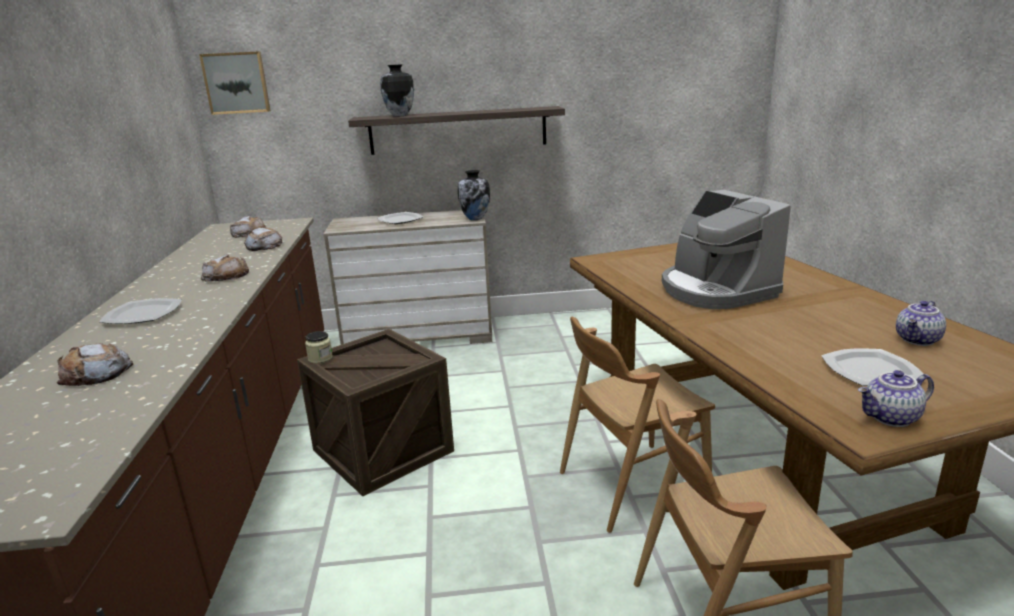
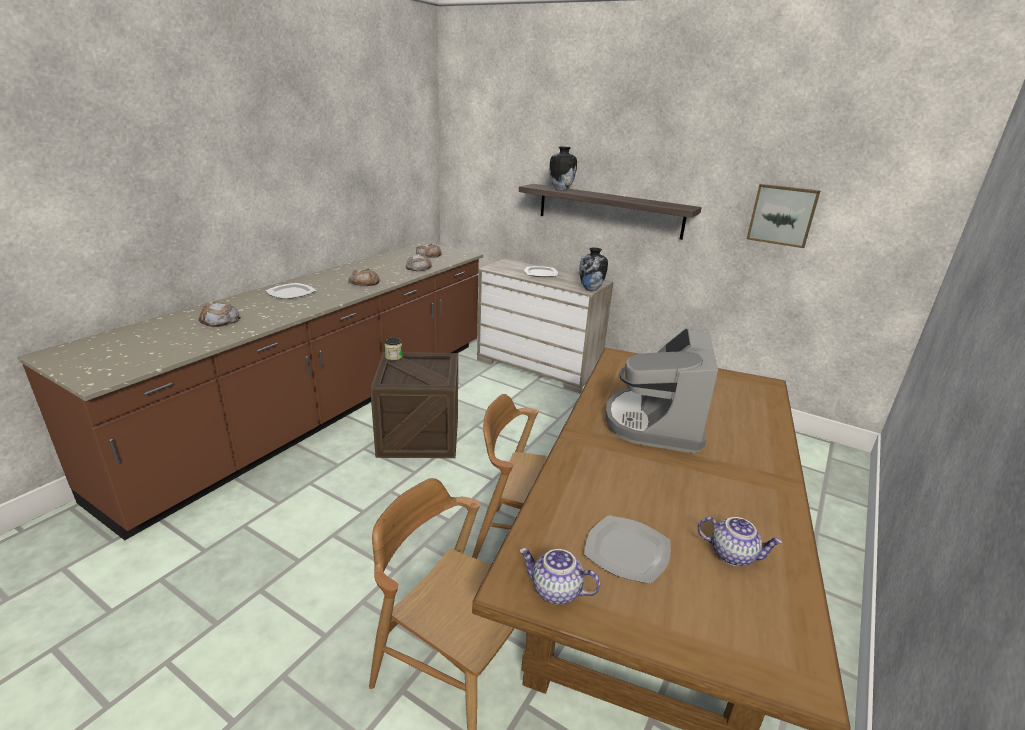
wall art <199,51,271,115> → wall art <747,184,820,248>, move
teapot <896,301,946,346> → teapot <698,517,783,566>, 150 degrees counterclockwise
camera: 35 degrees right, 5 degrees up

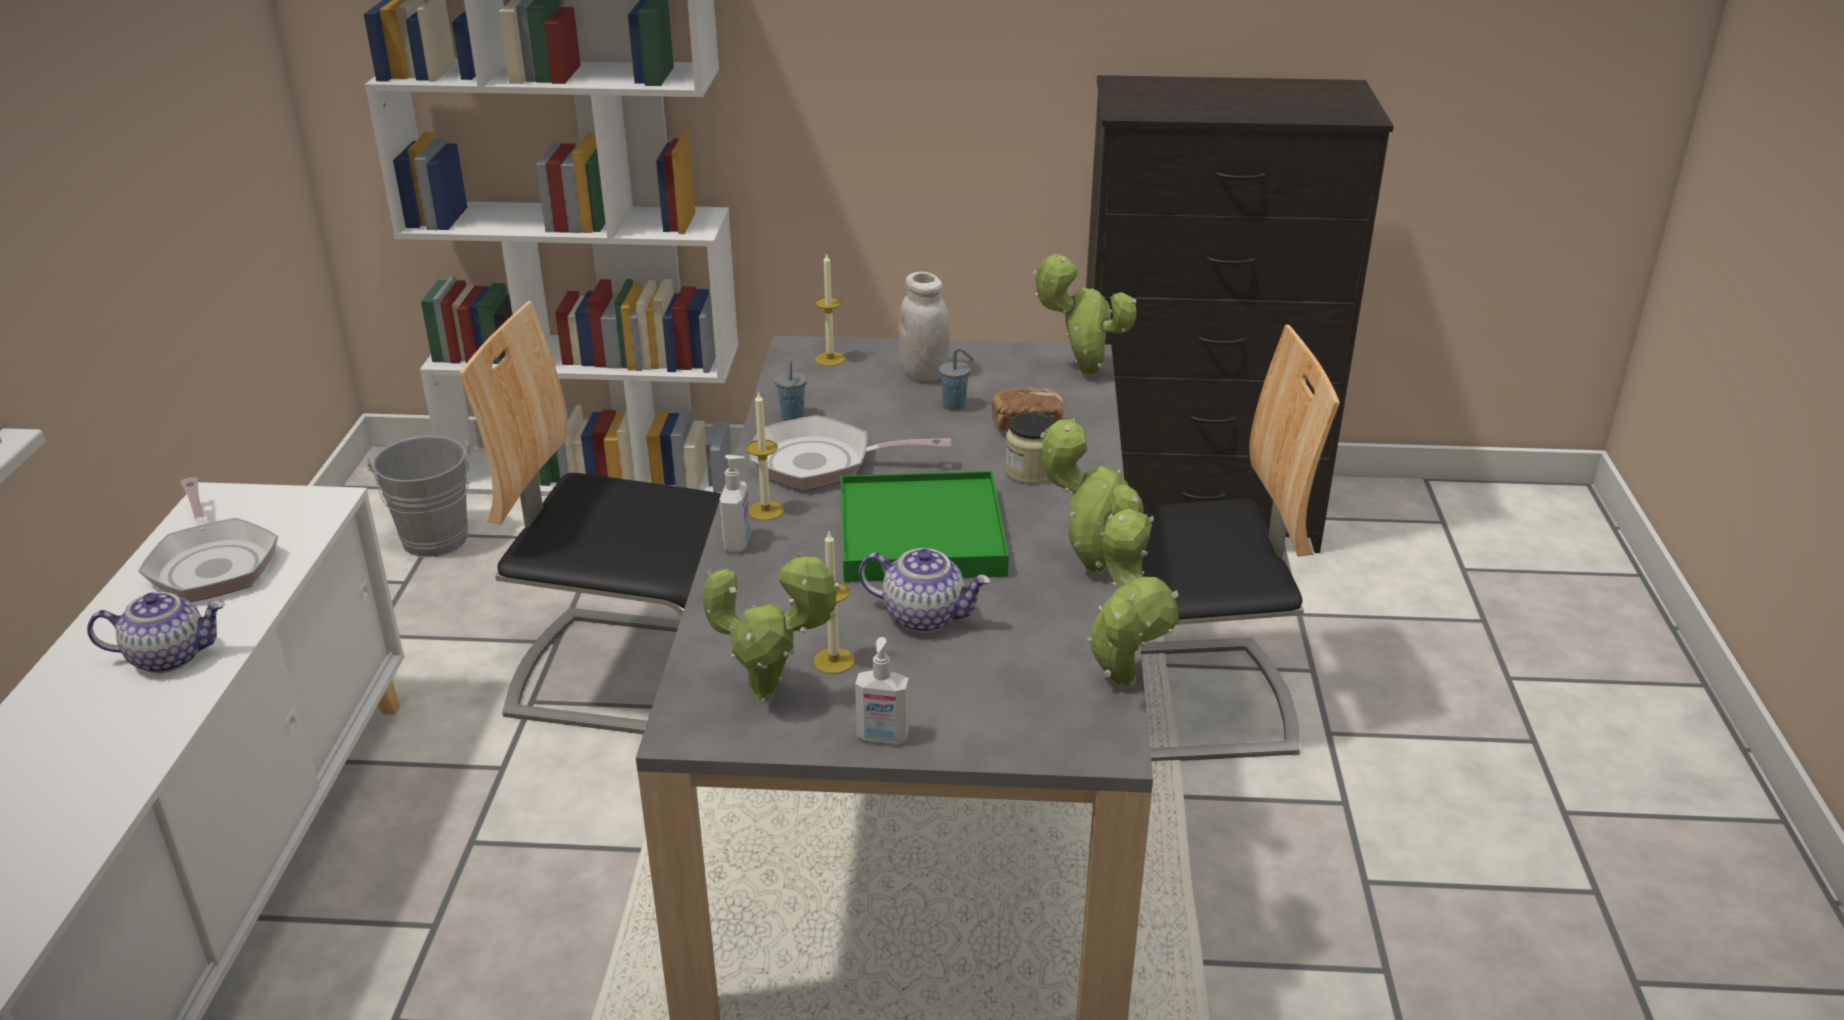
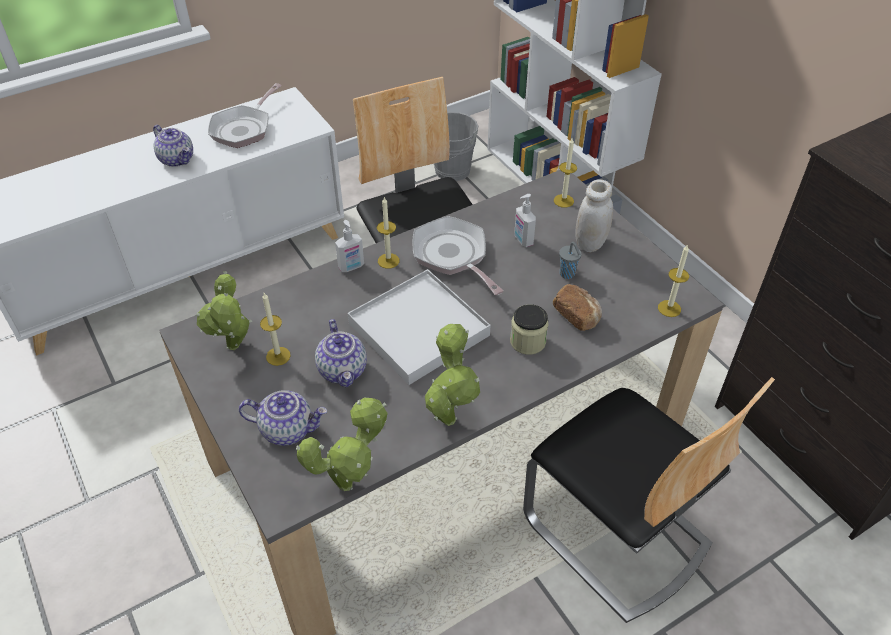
houseplant <1033,254,1137,377> → candle <658,244,689,317>
greyish drinking cup <775,359,807,421> → -
green-coloured serving tray <840,471,1009,582> → white serving tray <348,269,491,385>
soap bottle <855,637,909,744> → soap bottle <514,194,536,247>, move
- → teapot <239,390,328,446>
camera: 55 degrees right, 15 degrees up

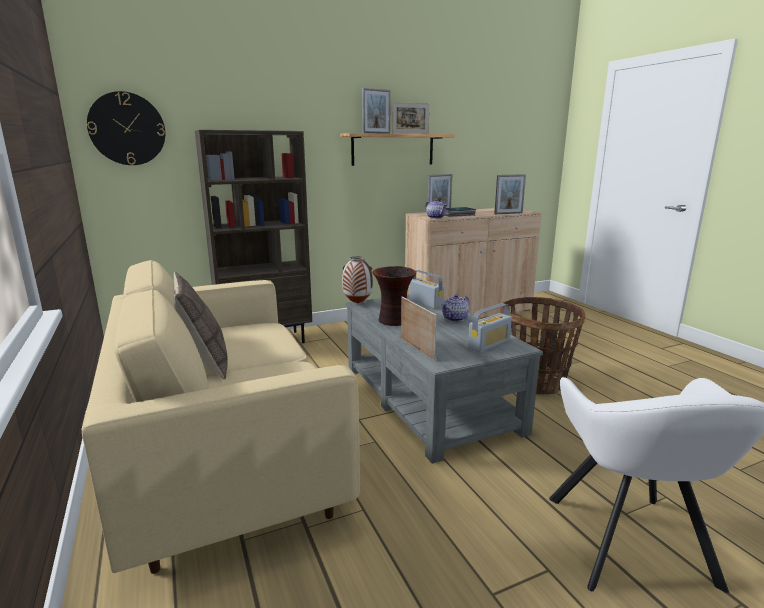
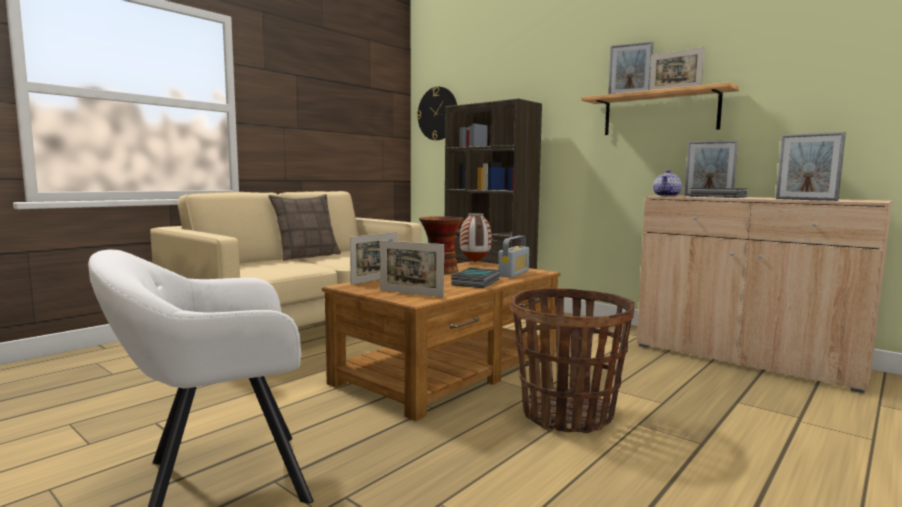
greyish lounge table <346,294,543,464> → brown lounge table <322,261,561,421>
teapot <442,294,469,322> → bound book <451,268,500,288>
radio <468,303,512,353> → standing frame <380,240,444,297>
camera: 65 degrees right, 10 degrees down

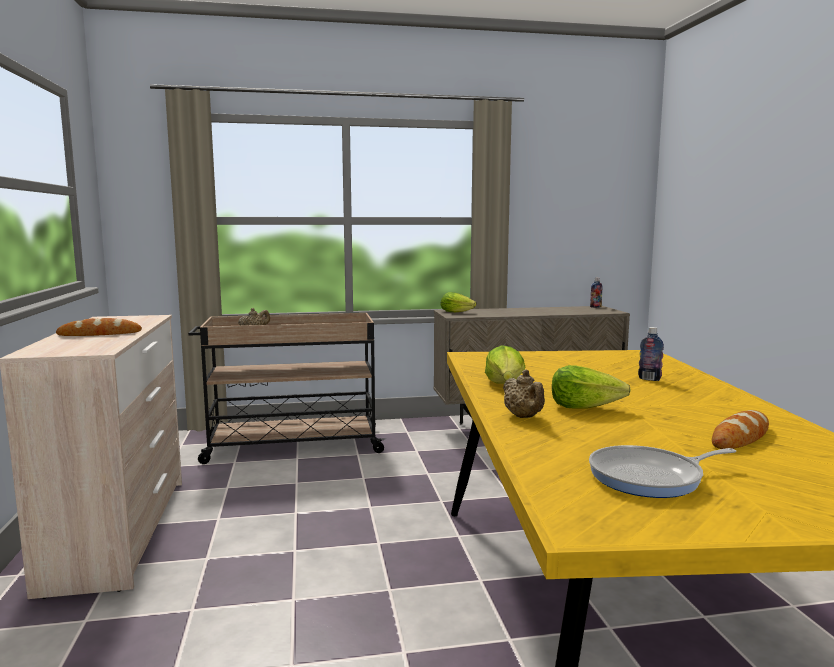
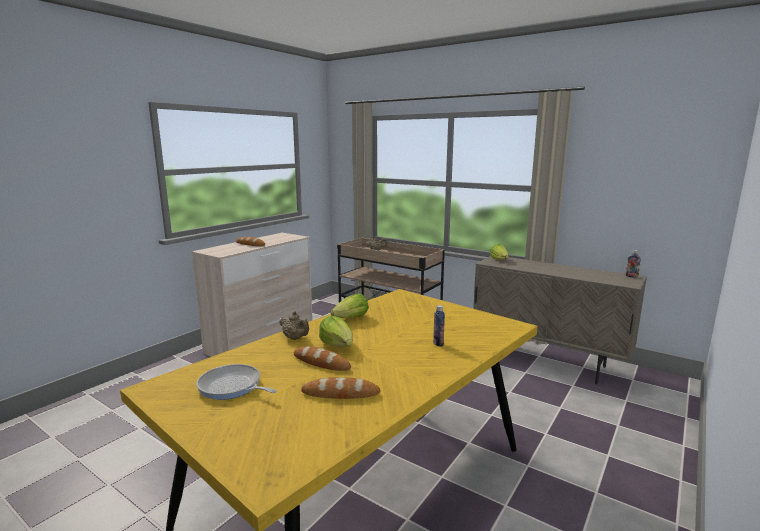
beige teapot <503,370,545,418> → beige teapot <279,311,309,340>, 75 degrees counterclockwise
- → bread <294,346,351,371>
camera: 45 degrees right, 5 degrees up

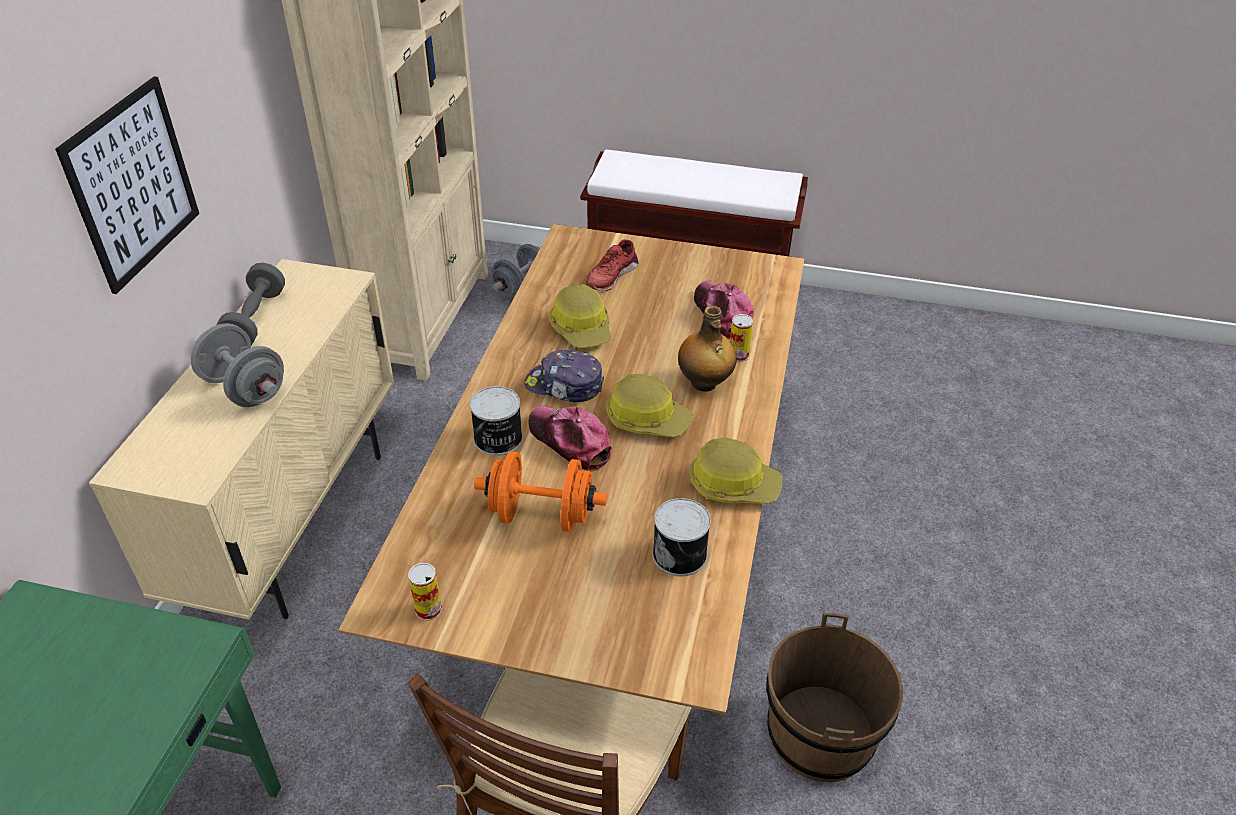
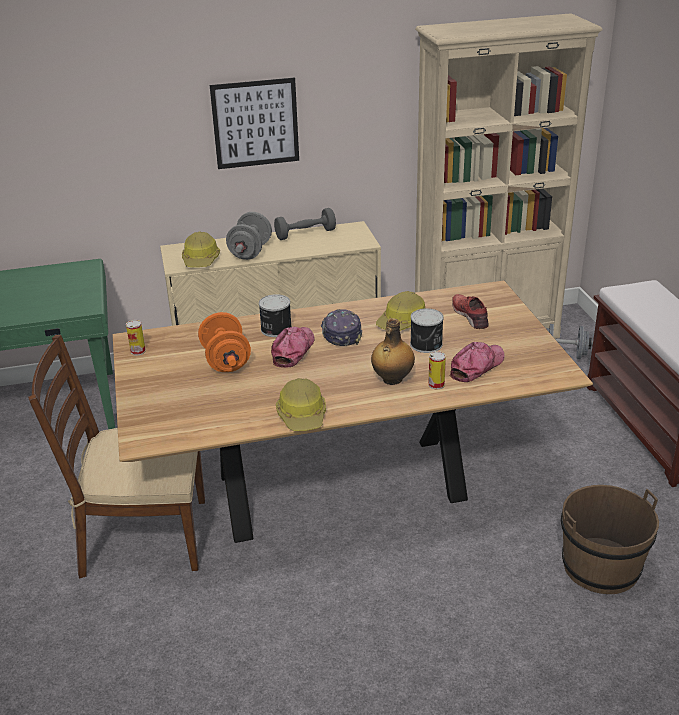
reddish shoe <585,239,638,291> → reddish shoe <452,294,489,329>, 60 degrees clockwise
work helmet <606,374,693,437> → work helmet <182,231,220,267>, move
metal can <653,498,711,577> → metal can <410,308,444,353>, move
brown water bucket <766,613,903,782> → brown water bucket <561,485,659,594>, move
camera: 65 degrees right, 10 degrees down

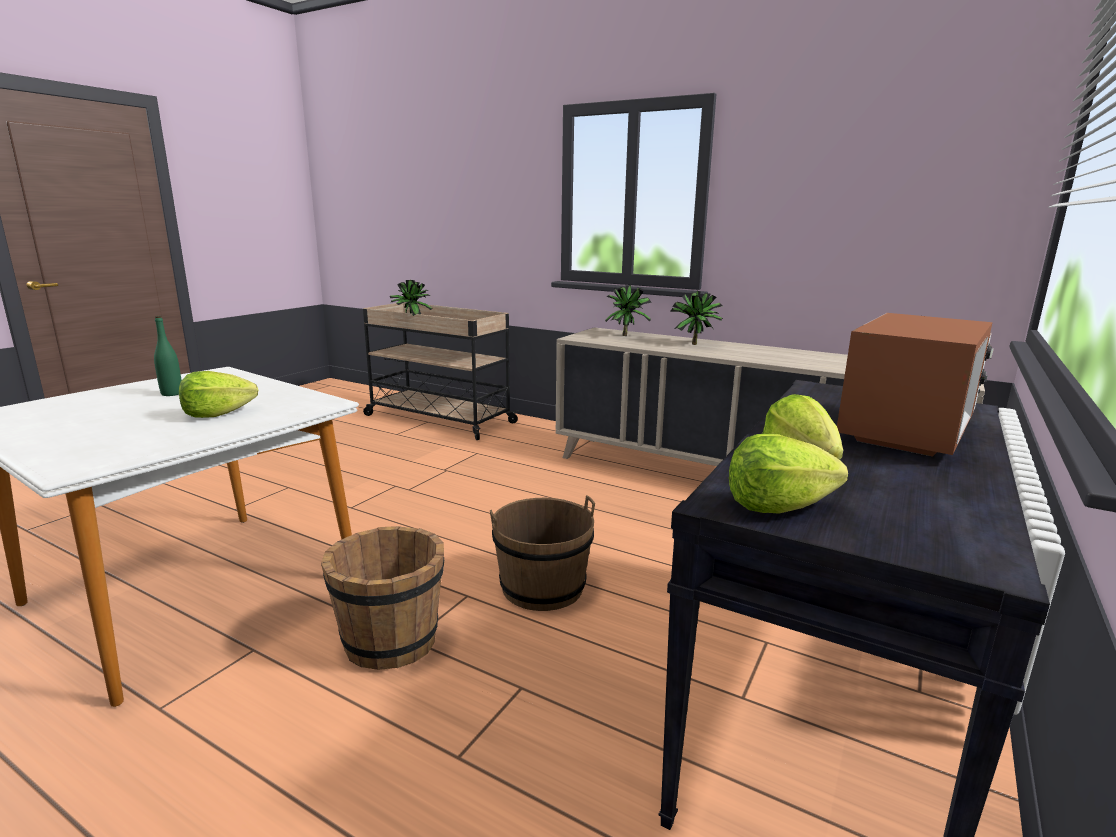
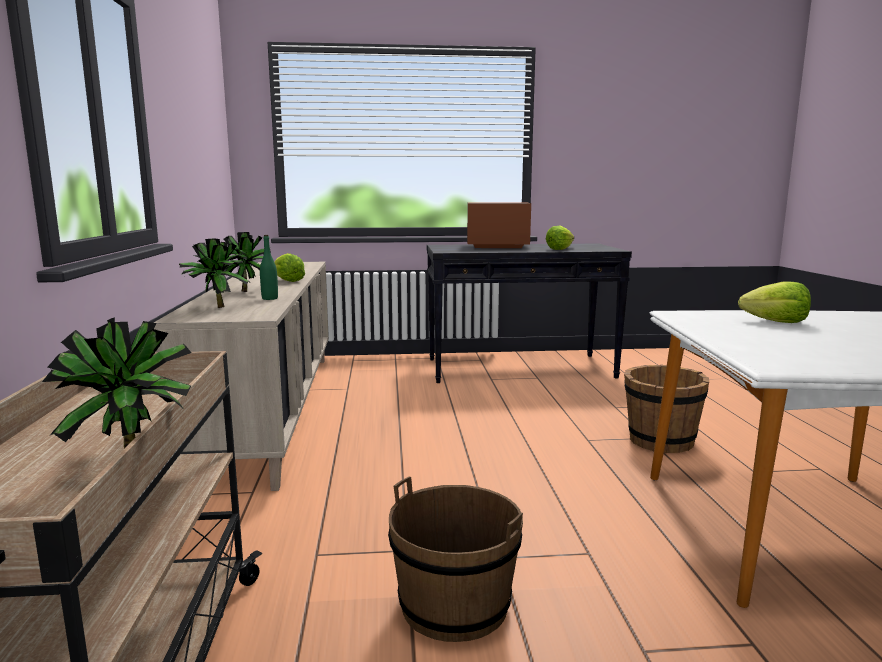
green-coloured drink bottle <154,316,182,396> → green-coloured drink bottle <260,235,278,300>, move
lettuce head <729,434,848,514> → lettuce head <274,253,305,282>, move
brown water bucket <490,495,595,611> → brown water bucket <388,477,523,642>, move
camera: 125 degrees left, 5 degrees down

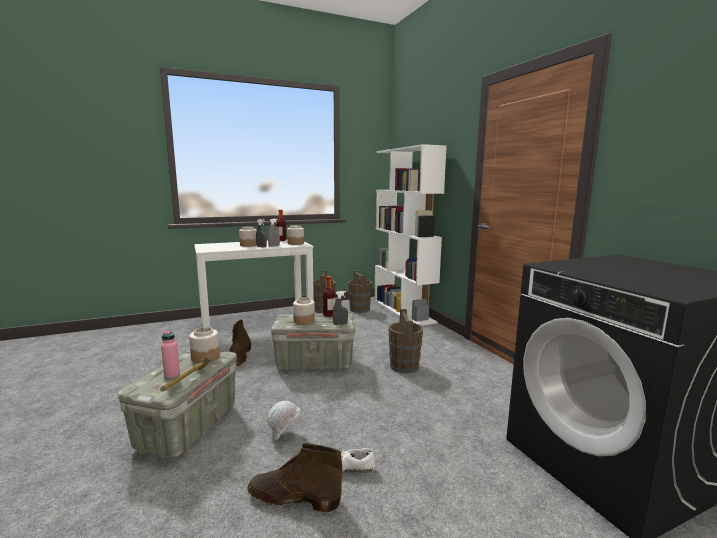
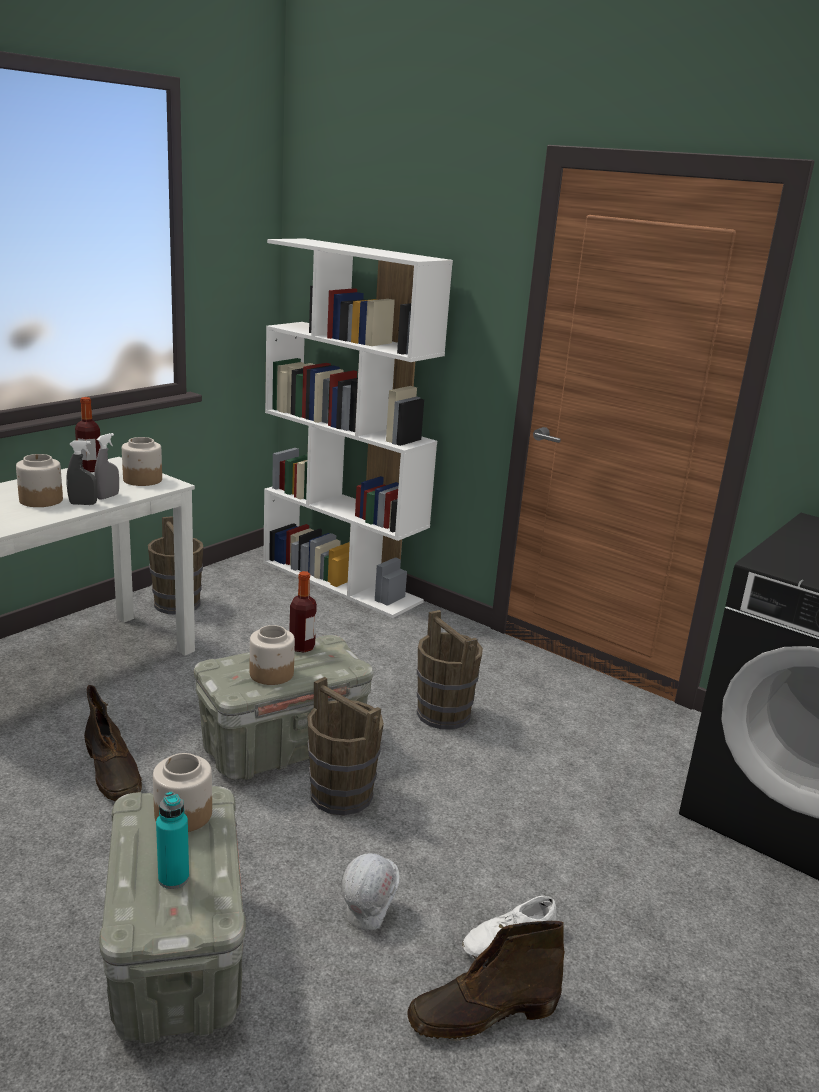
brown water bucket <348,270,372,313> → brown water bucket <307,677,384,815>, move
greyish spray bottle <333,291,348,325> → -
pink-coloured drink bottle <161,329,180,379> → turquoise-coloured drink bottle <156,791,189,889>
tool hammer <160,355,212,392> → -
camera: 30 degrees left, 10 degrees up

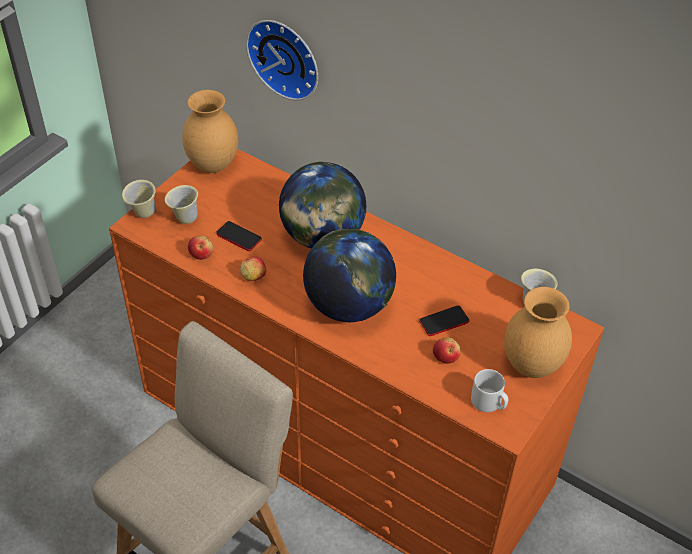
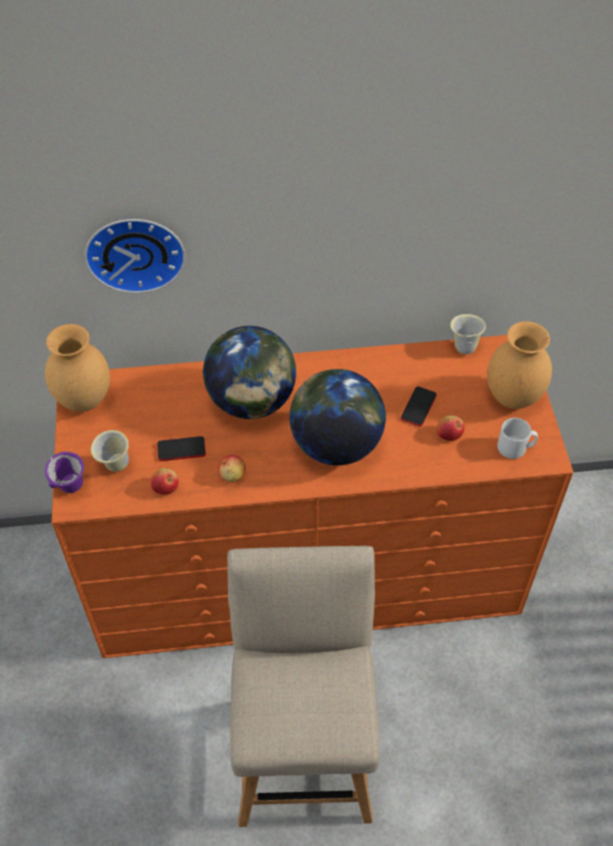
beige mug <122,180,156,218> → purple-coloured mug <45,452,84,493>
camera: 40 degrees left, 5 degrees up

